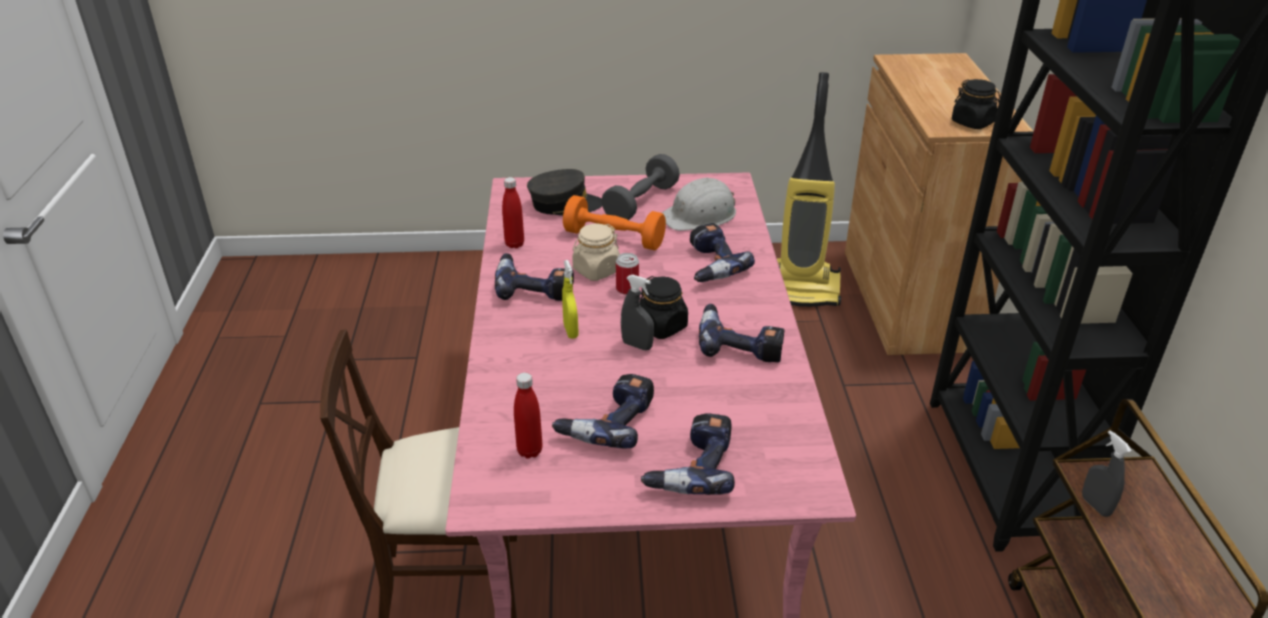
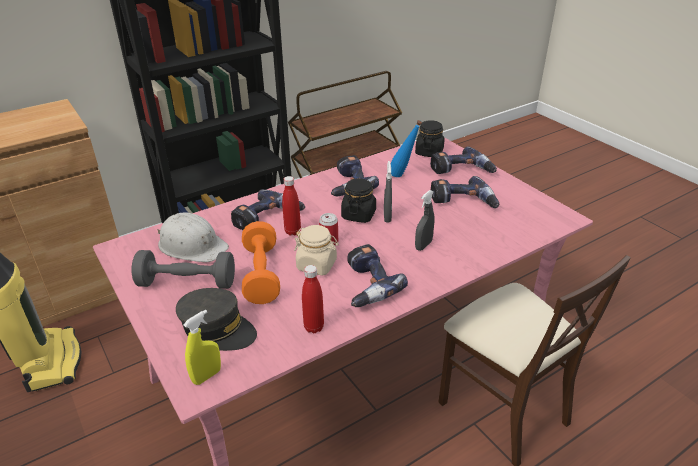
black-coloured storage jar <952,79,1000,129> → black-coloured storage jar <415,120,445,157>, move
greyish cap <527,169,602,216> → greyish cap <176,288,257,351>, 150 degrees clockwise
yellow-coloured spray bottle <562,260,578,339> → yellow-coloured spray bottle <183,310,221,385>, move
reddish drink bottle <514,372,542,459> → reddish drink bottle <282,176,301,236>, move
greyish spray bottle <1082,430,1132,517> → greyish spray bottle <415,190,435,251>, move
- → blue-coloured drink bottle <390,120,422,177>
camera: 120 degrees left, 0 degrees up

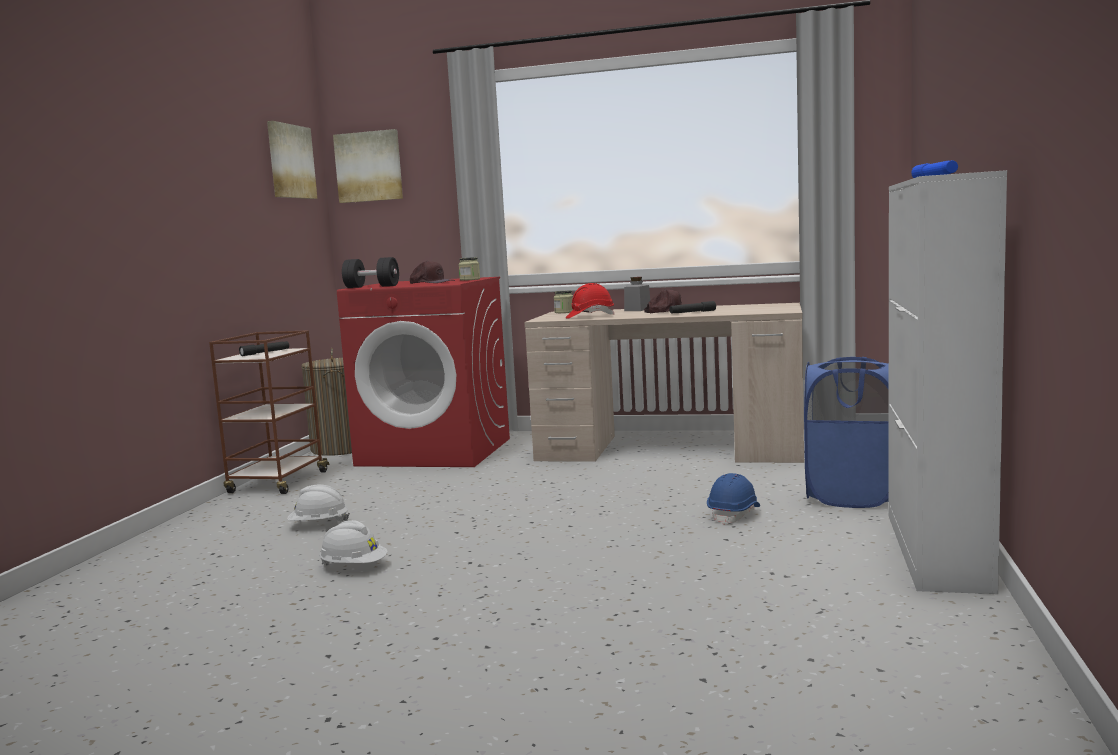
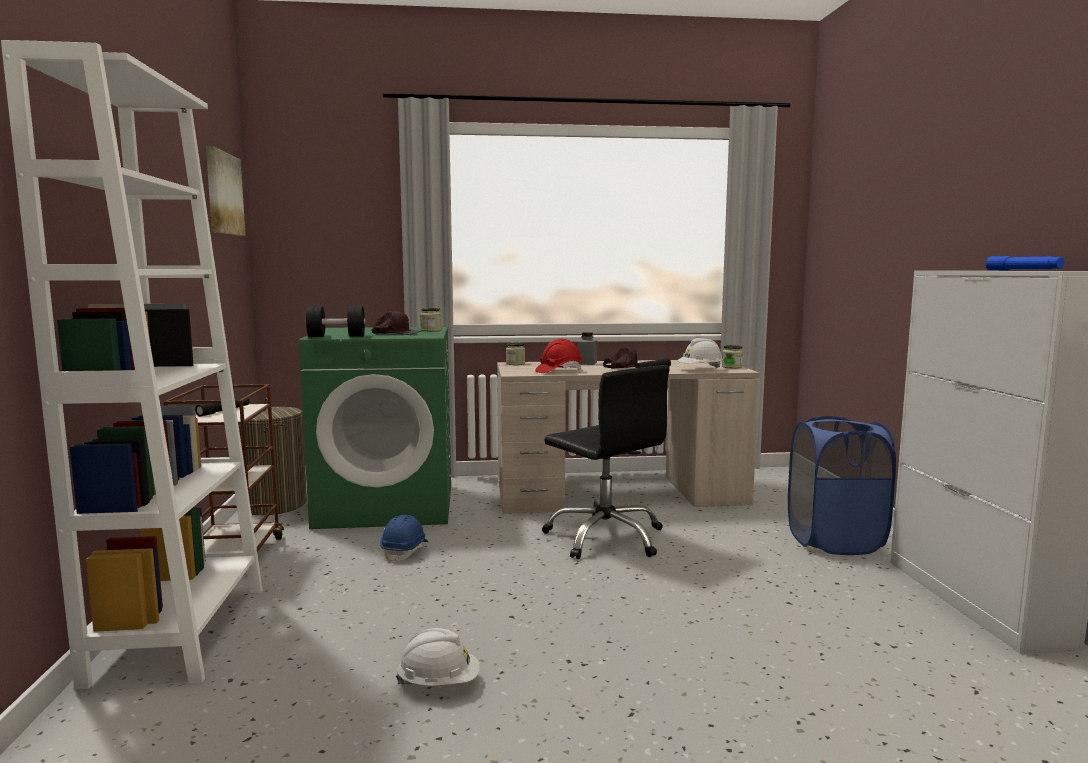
wall art <333,129,403,203> → -
reddish washing machine <337,277,510,467> → green-coloured washing machine <299,327,451,529>
blue-coloured work helmet <707,473,760,525> → blue-coloured work helmet <380,515,428,563>, move
white work helmet <287,485,350,521> → white work helmet <677,338,723,369>, move
- → white bookshelf <1,40,262,690>
- → storage jar <722,345,743,369>
- → black-coloured office chair <542,365,670,559>
camera: 20 degrees left, 0 degrees up

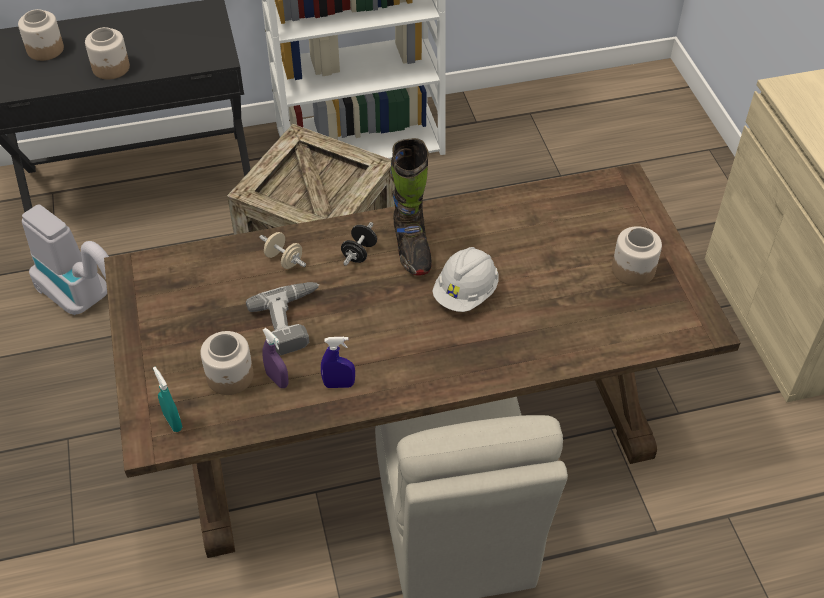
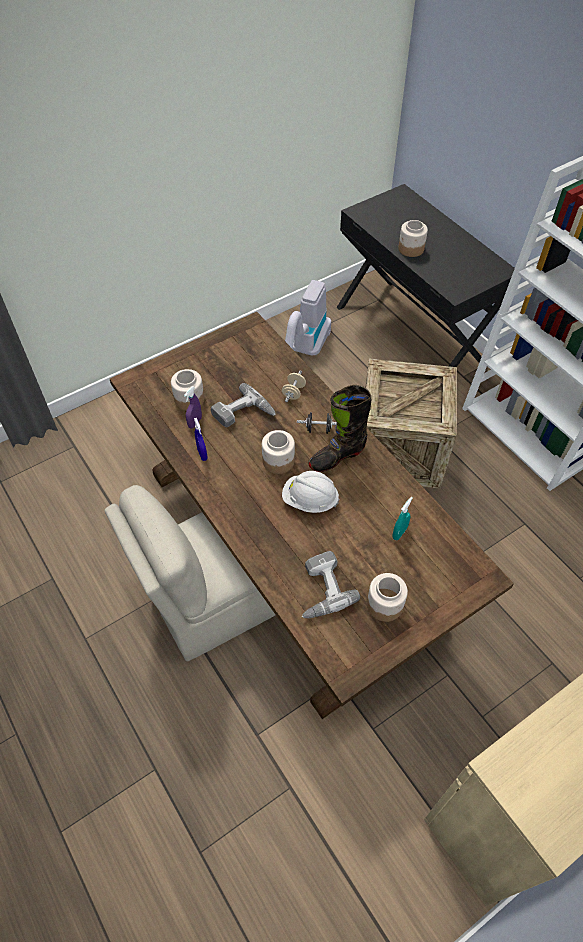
storage jar <18,9,64,61> → storage jar <262,430,295,474>, move
turquoise-coloured spray bottle <153,367,182,432> → turquoise-coloured spray bottle <392,497,413,540>, move
- → drill <302,551,360,618>
camera: 70 degrees right, 5 degrees up

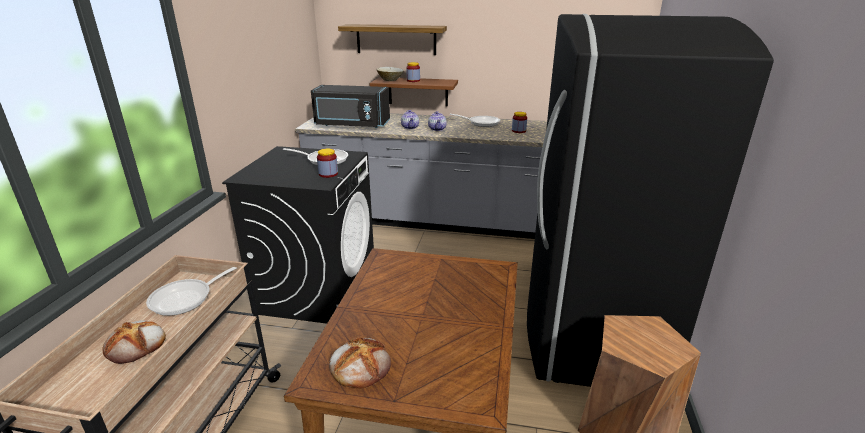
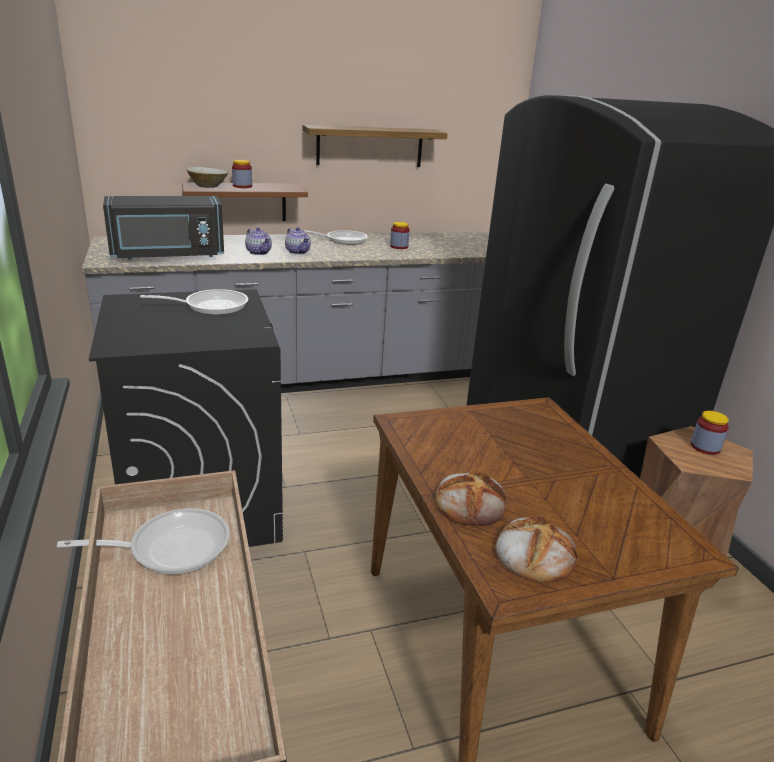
wall shelf <338,24,447,55> → wall shelf <303,125,448,167>, move
storage jar <317,149,338,178> → storage jar <690,411,729,455>, move
frying pan <146,267,237,316> → frying pan <57,508,230,575>, 120 degrees counterclockwise
bread <102,320,166,364> → bread <435,472,506,526>, move
camera: 30 degrees left, 0 degrees up

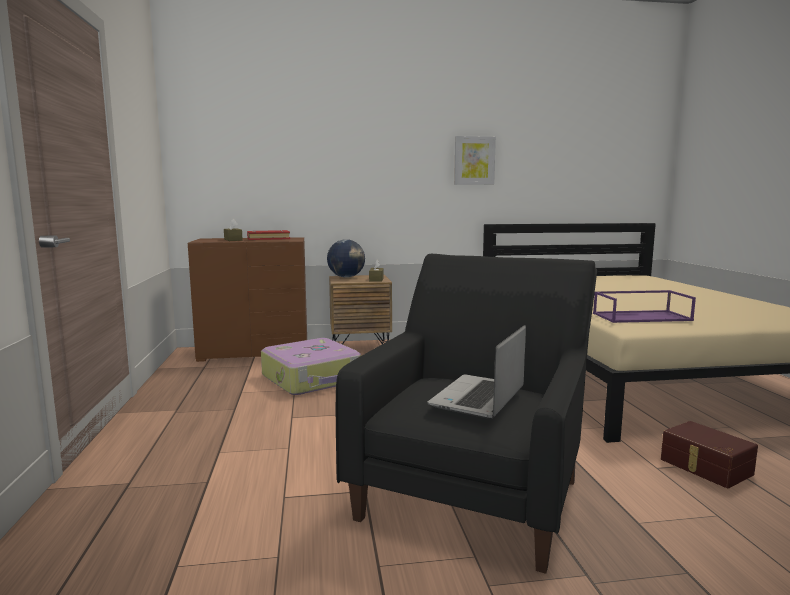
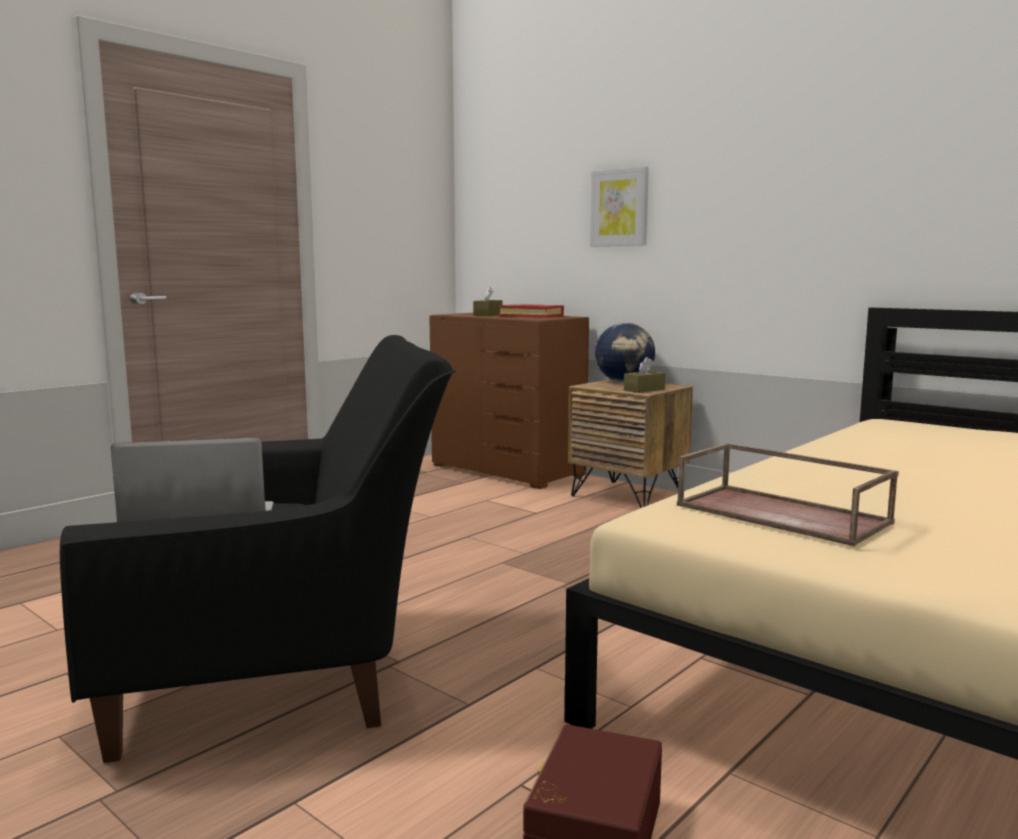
wall art <454,136,496,185> → wall art <590,166,649,246>, move
purple-coloured serving tray <593,290,696,323> → brown serving tray <677,443,899,546>
suitcase <261,338,361,395> → -
camera: 50 degrees right, 0 degrees up

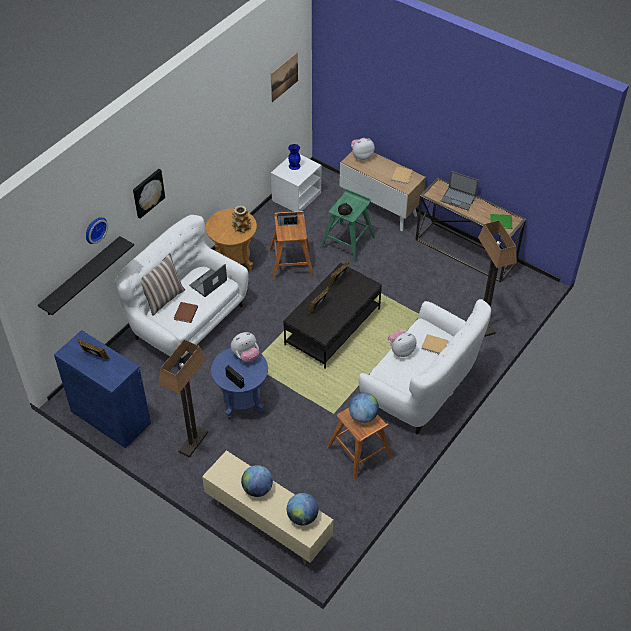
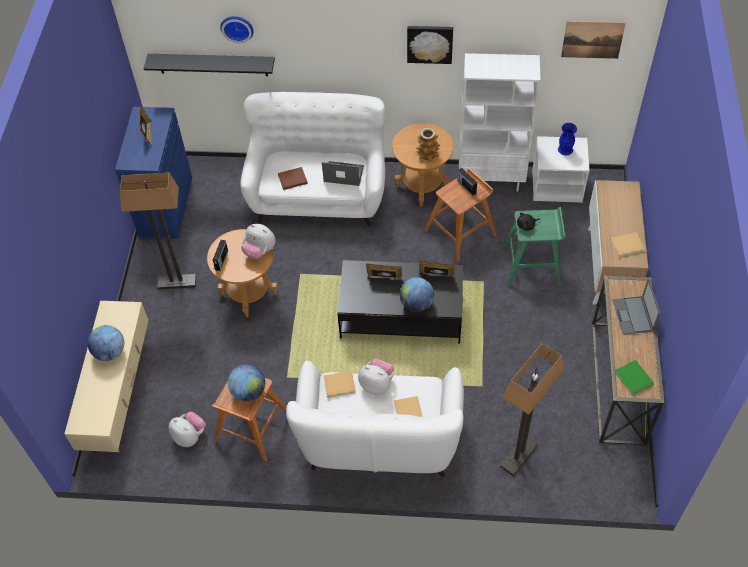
cuddly toy <351,138,375,160> → cuddly toy <168,412,206,447>, move
wall art <133,169,165,219> → wall art <407,26,453,64>, move
throw pillow <141,253,185,316> → -
blue-coloured accent table <211,348,268,420> → brown accent table <207,229,277,317>
globe <287,493,319,525> → globe <400,277,434,312>, move
- → white bookshelf <459,53,540,192>
- → beige bound book <323,371,356,398>
camera: 60 degrees right, 5 degrees up

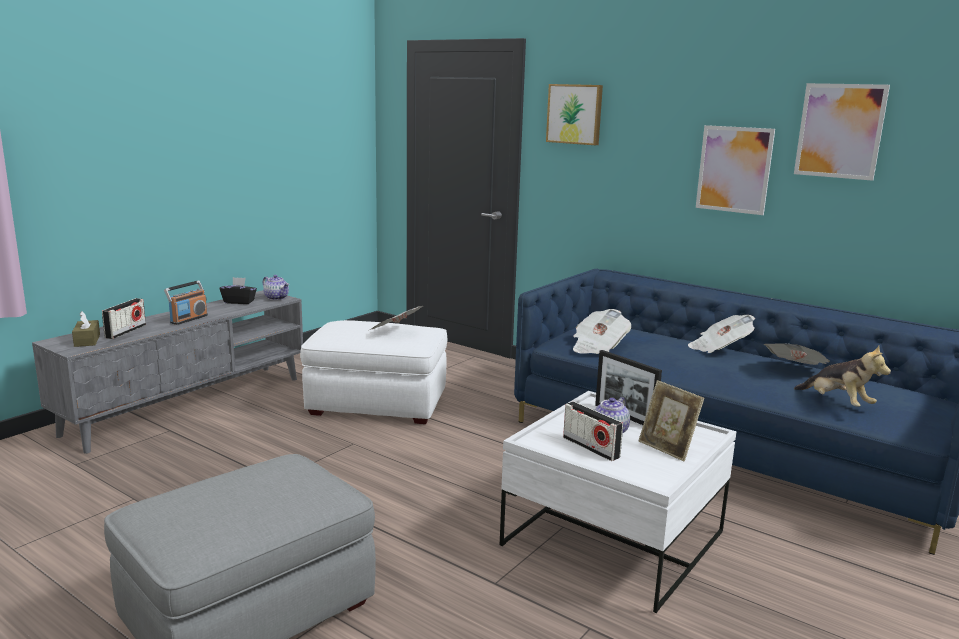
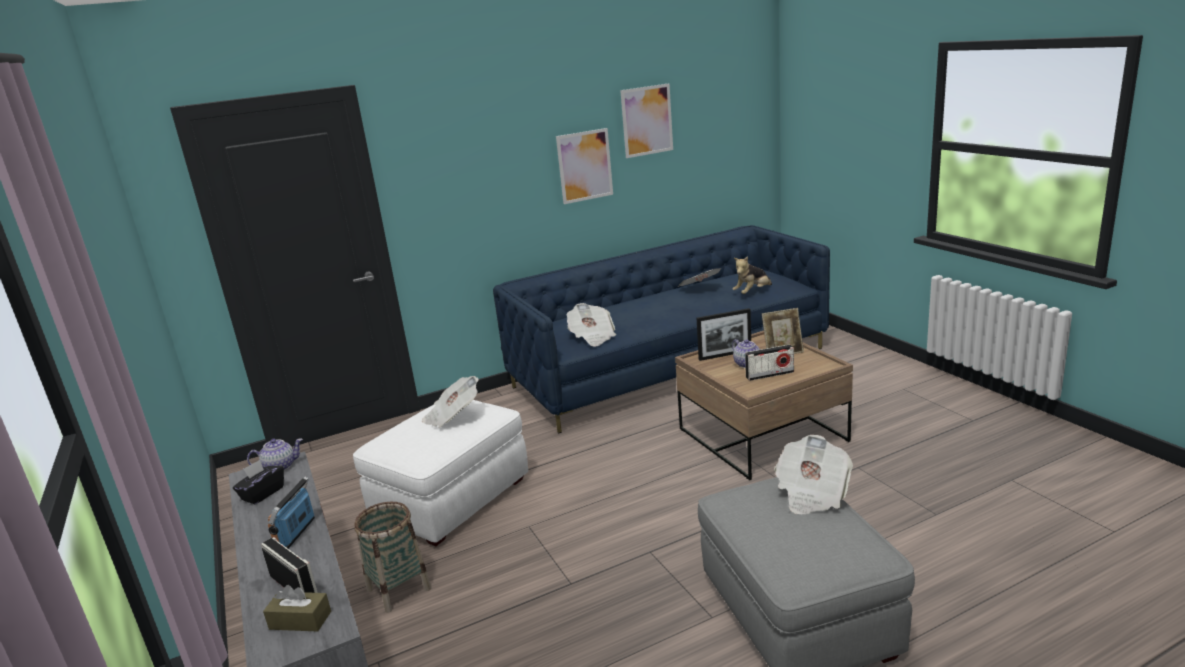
wall art <546,84,603,145> → -
radio <164,280,208,325> → radio <268,477,315,549>, 135 degrees counterclockwise
daily paper <688,315,755,353> → daily paper <774,435,853,514>, move
cuddly toy <794,345,891,407> → cuddly toy <733,256,772,294>, 150 degrees clockwise
white lounge table <500,391,737,613> → brown lounge table <675,331,853,480>
- → household basket <354,502,431,613>
camera: 60 degrees left, 5 degrees up

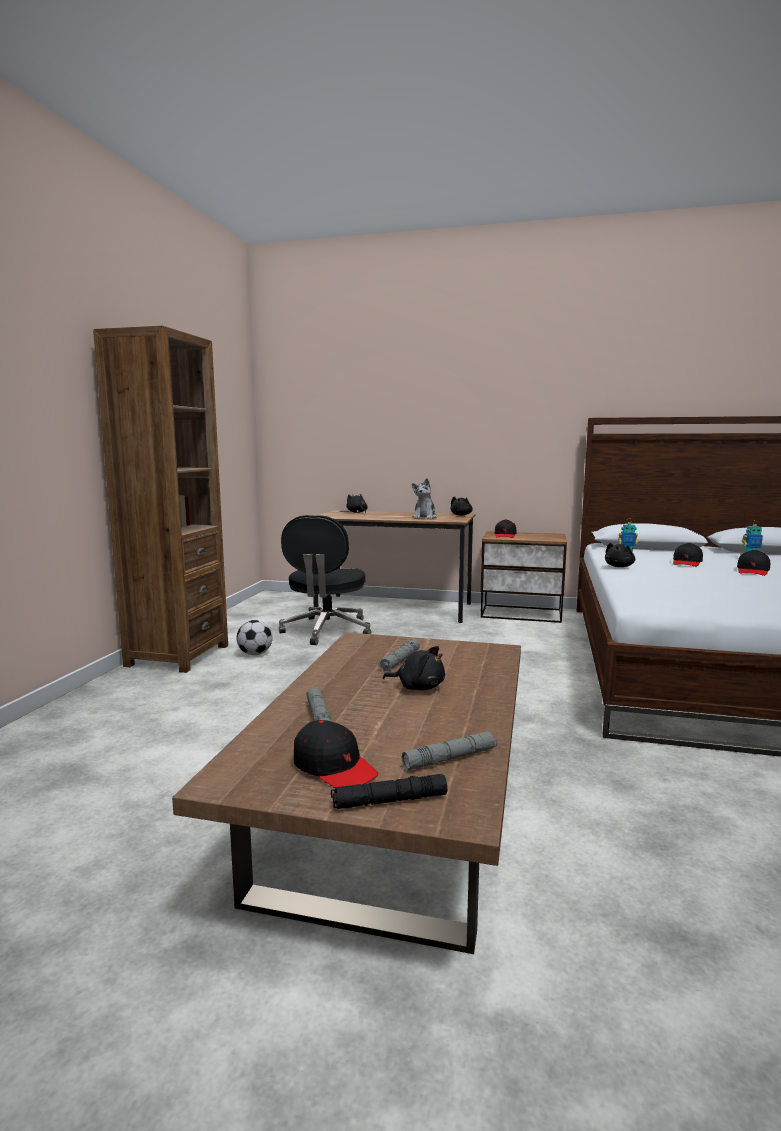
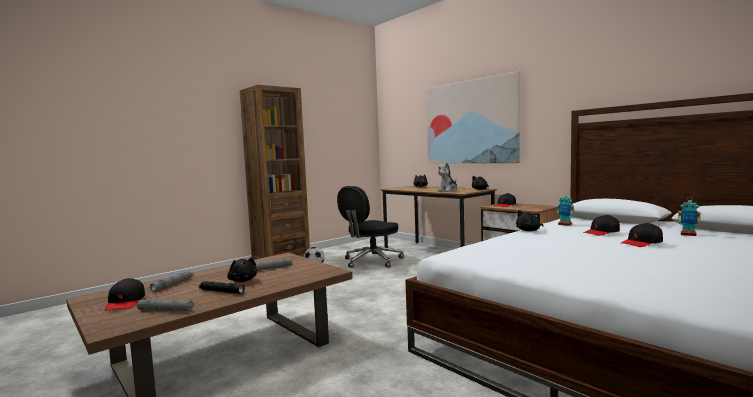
black-coloured flashlight <331,774,447,809> → black-coloured flashlight <200,281,245,294>, move
- → wall art <426,71,521,164>
camera: 35 degrees right, 5 degrees down

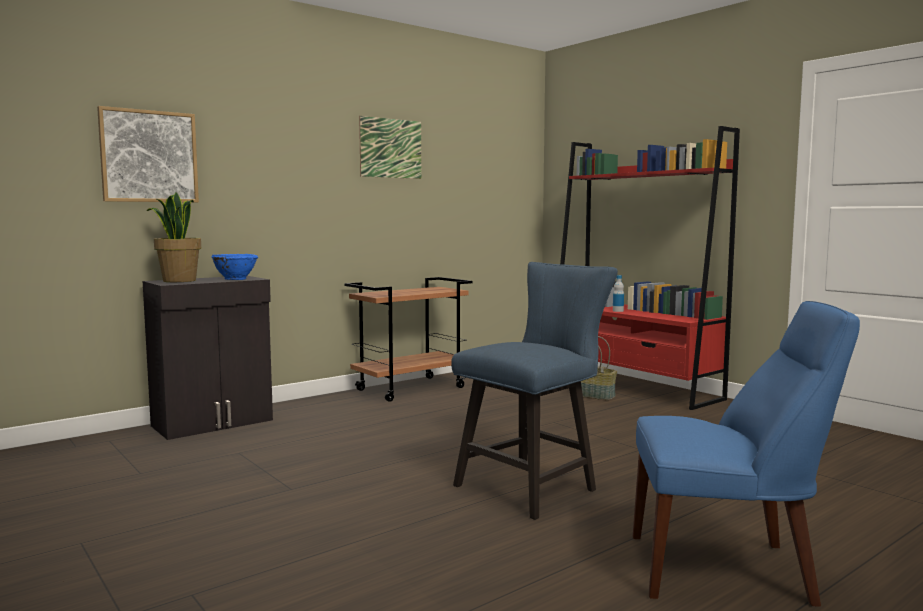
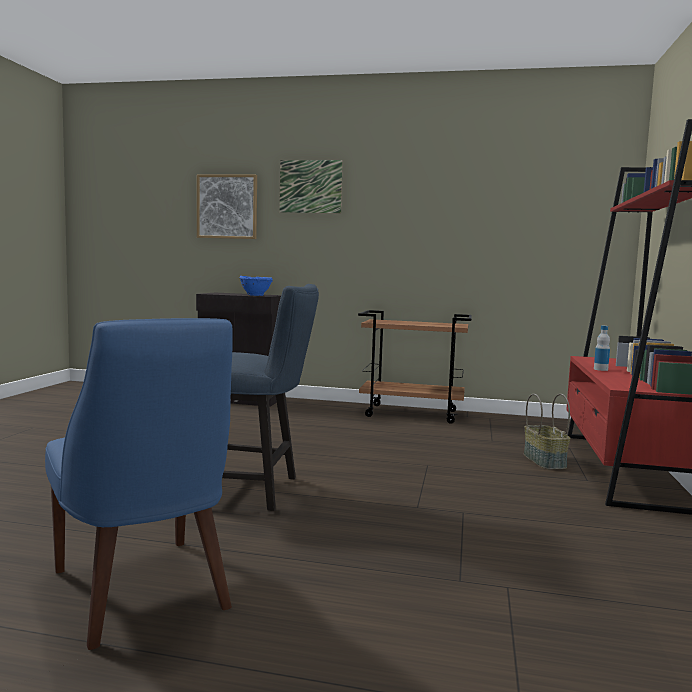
wall art <359,116,422,179> → wall art <279,160,343,213>, move
houseplant <147,192,201,282> → -
camera: 50 degrees right, 0 degrees up

